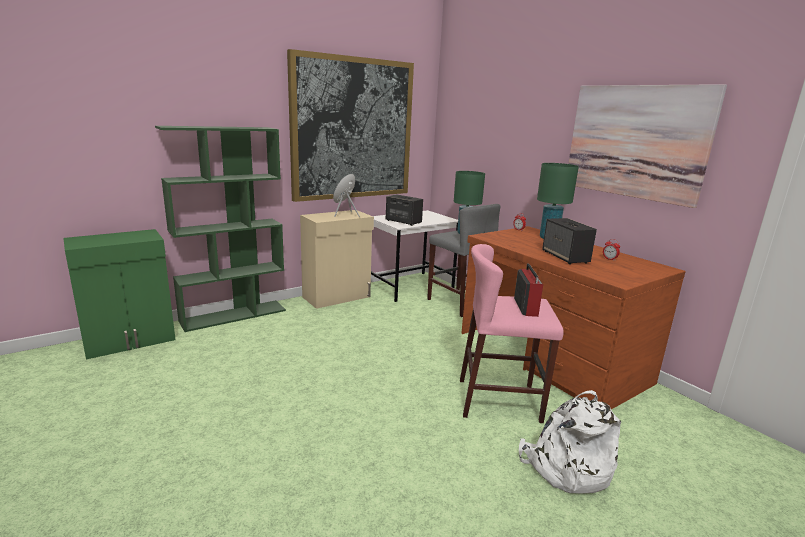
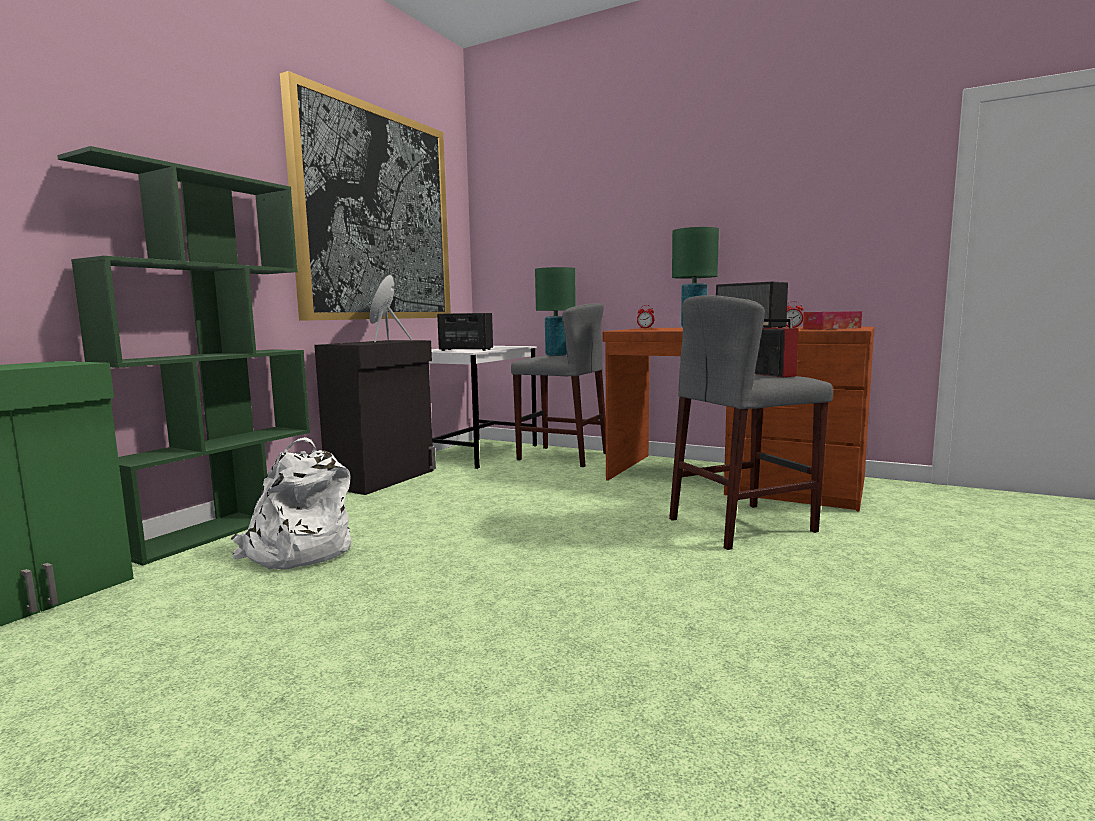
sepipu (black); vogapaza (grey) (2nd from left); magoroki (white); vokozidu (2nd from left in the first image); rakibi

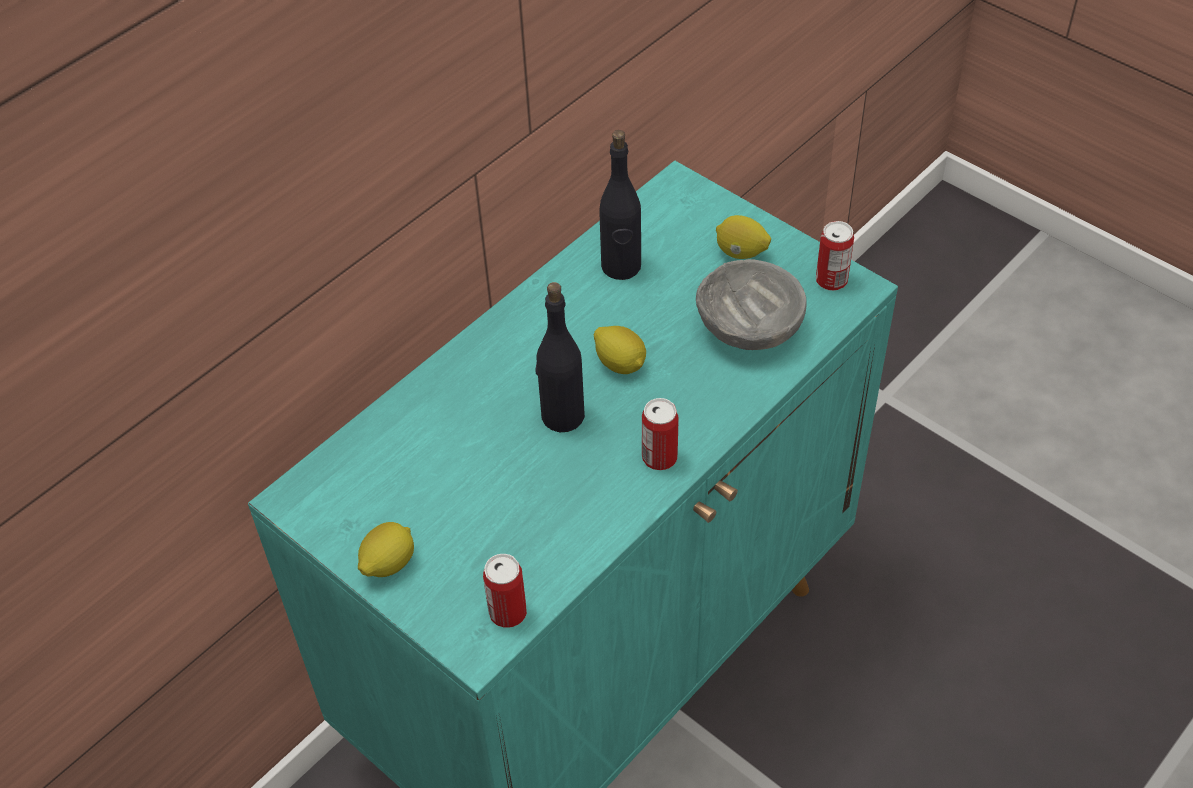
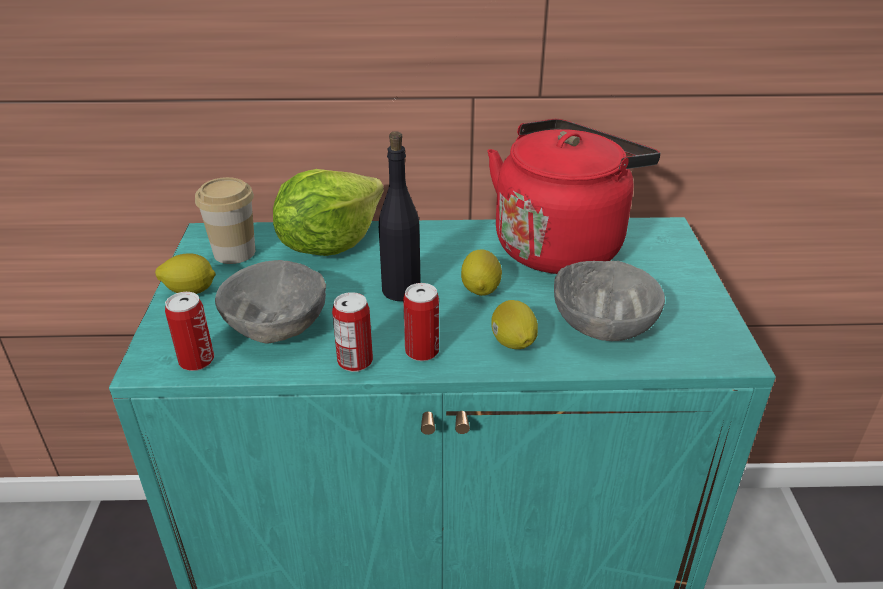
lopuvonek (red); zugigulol (3rd from left); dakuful (2nd from left); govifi; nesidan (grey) (1st from left); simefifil

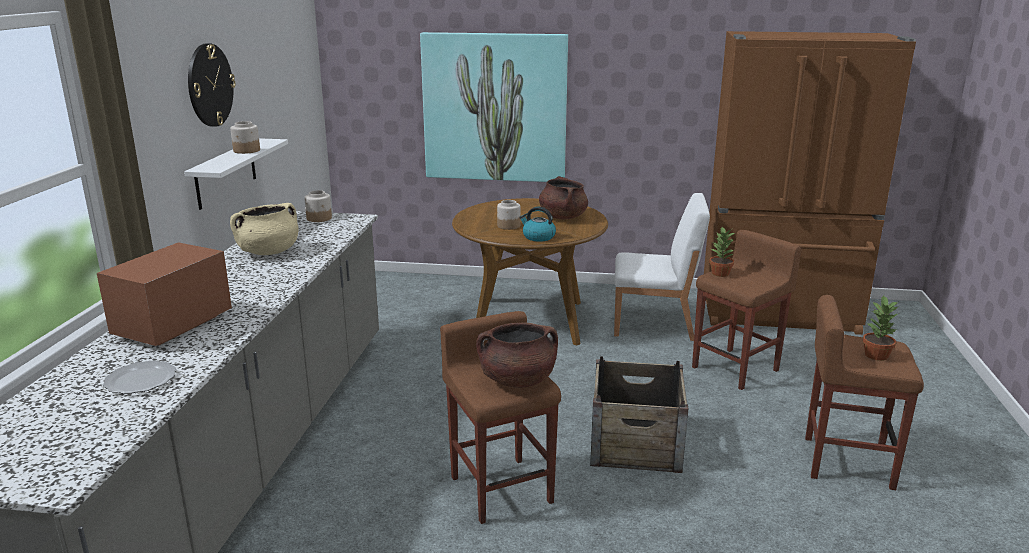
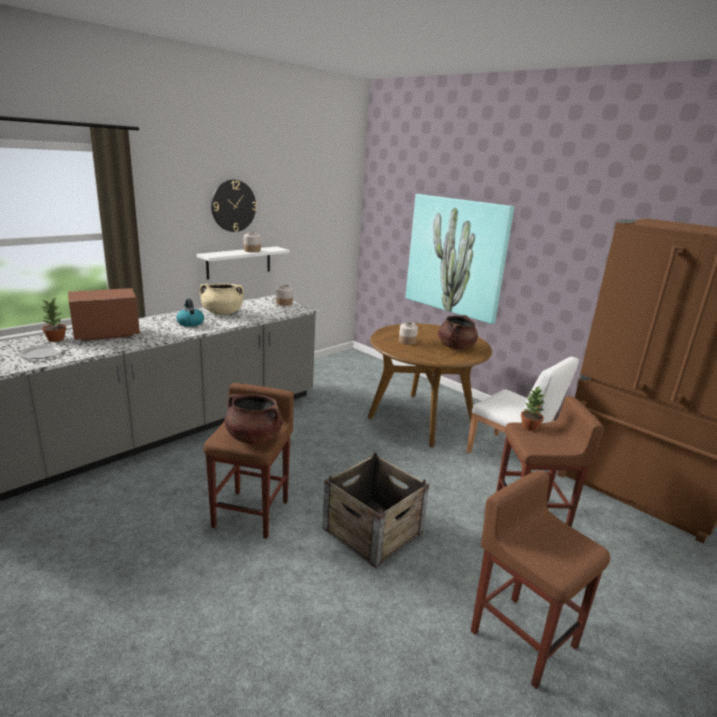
lopuvonek; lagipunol (1st from left)

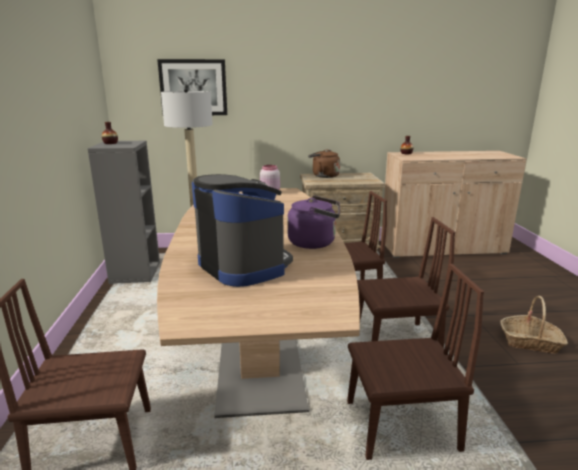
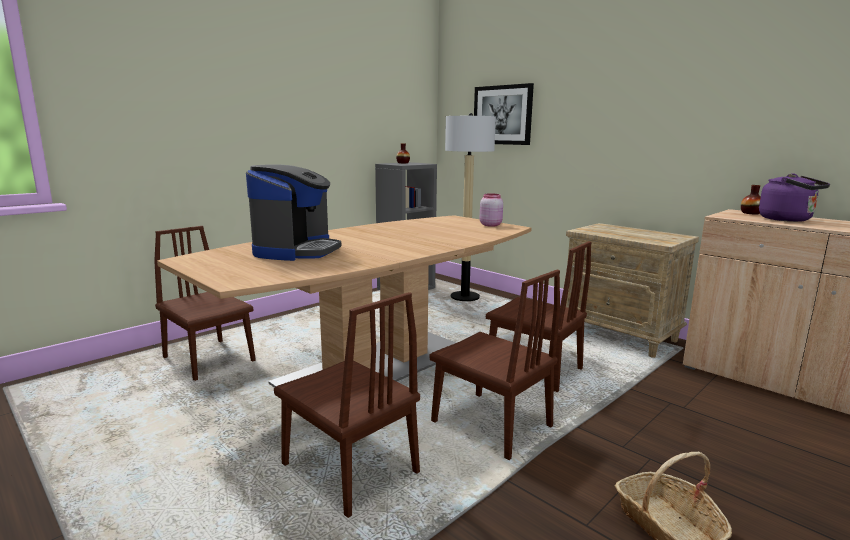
lopuvonek (purple); lopuvonek (brown)

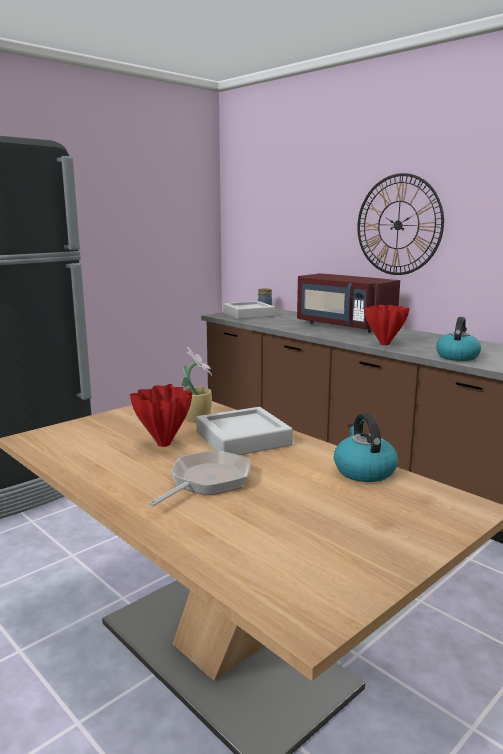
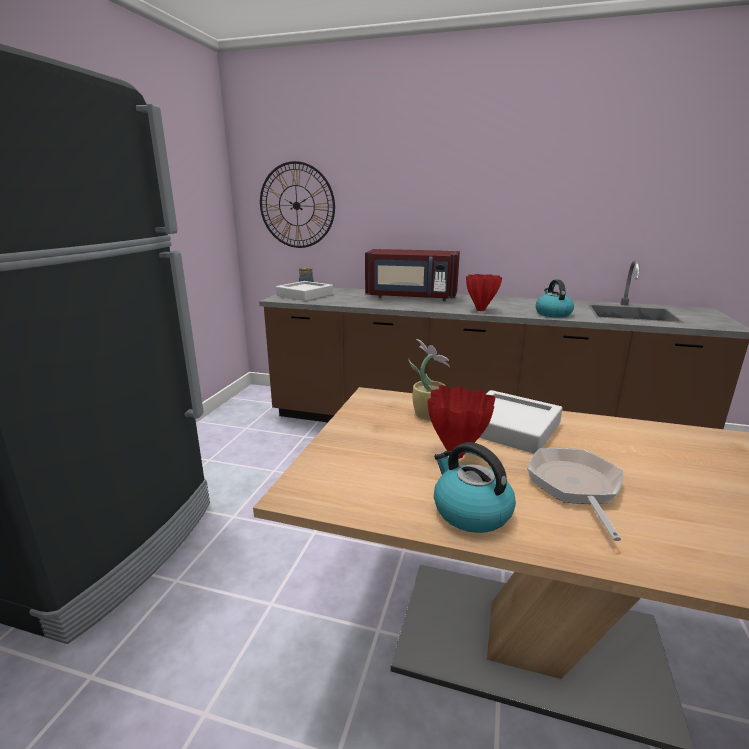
lopuvonek (1st from left); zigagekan

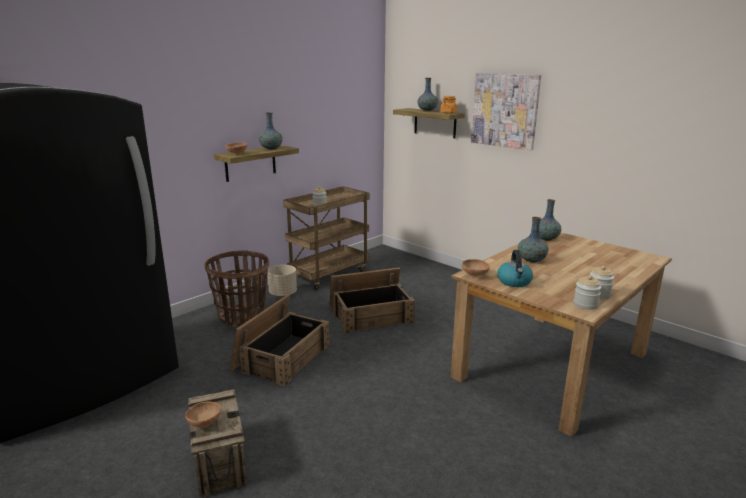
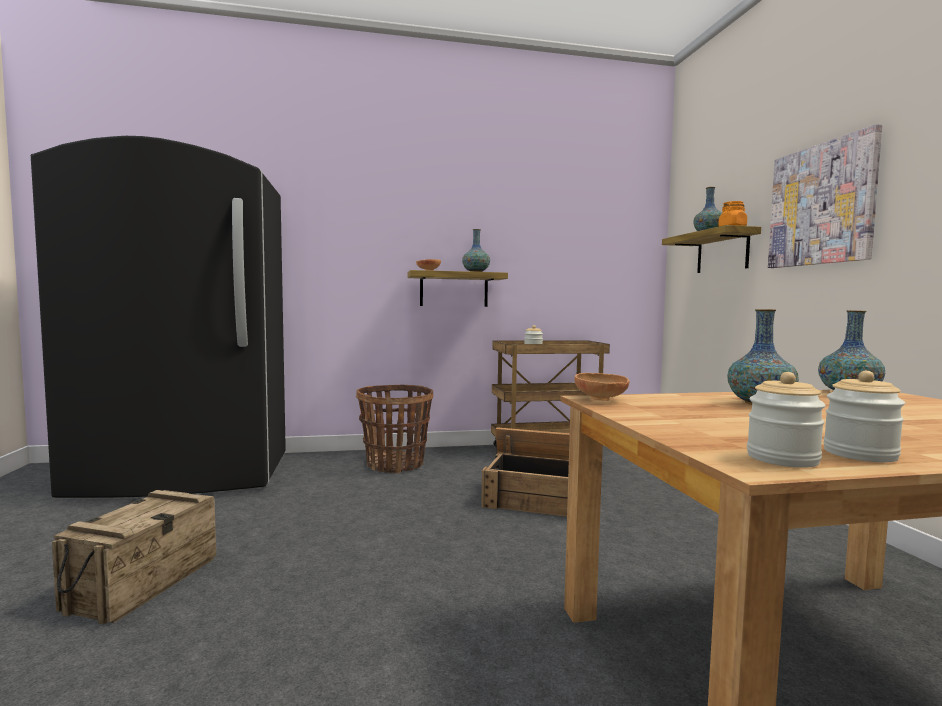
nesidan (brown) (1st from left in the first image); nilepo (2nd from left in the first image); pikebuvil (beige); lopuvonek

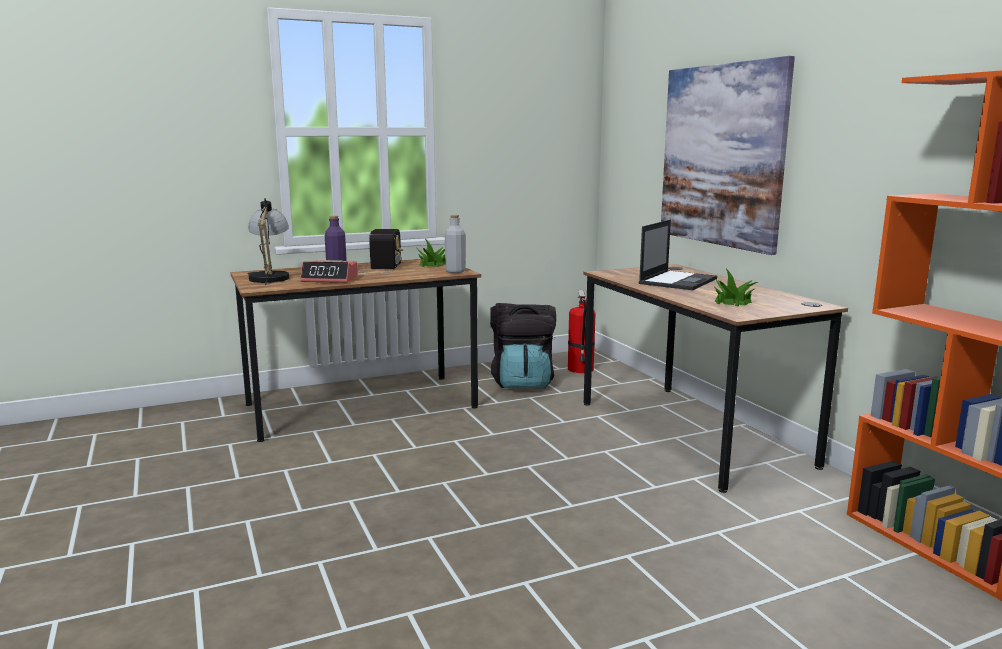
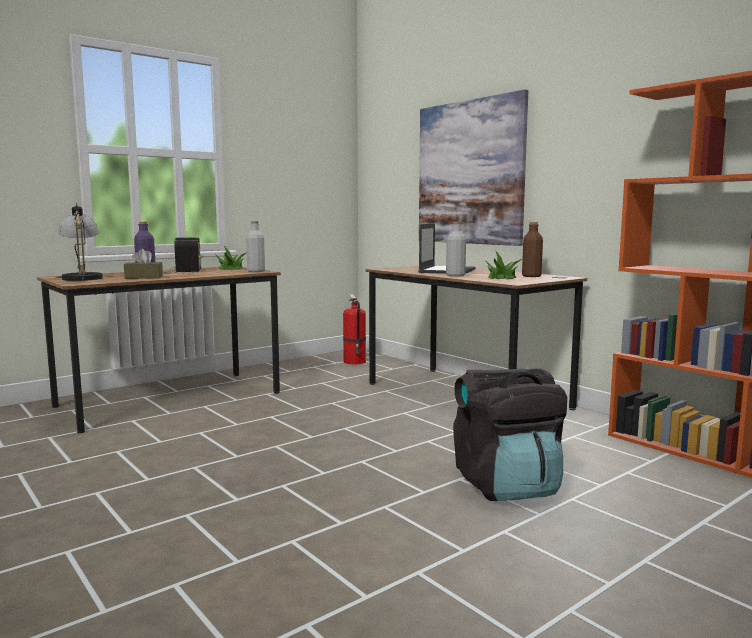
rakibi (brown); magoroki (black); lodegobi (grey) (2nd from left); lodegobi (brown)

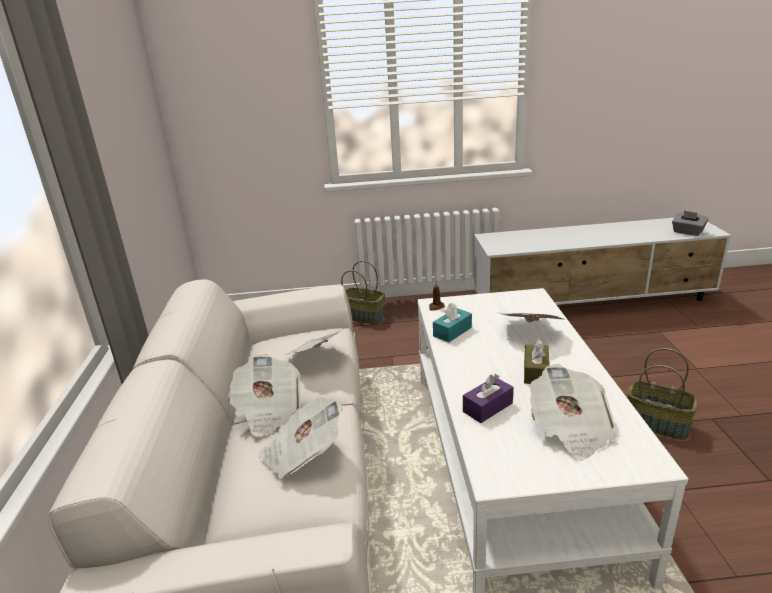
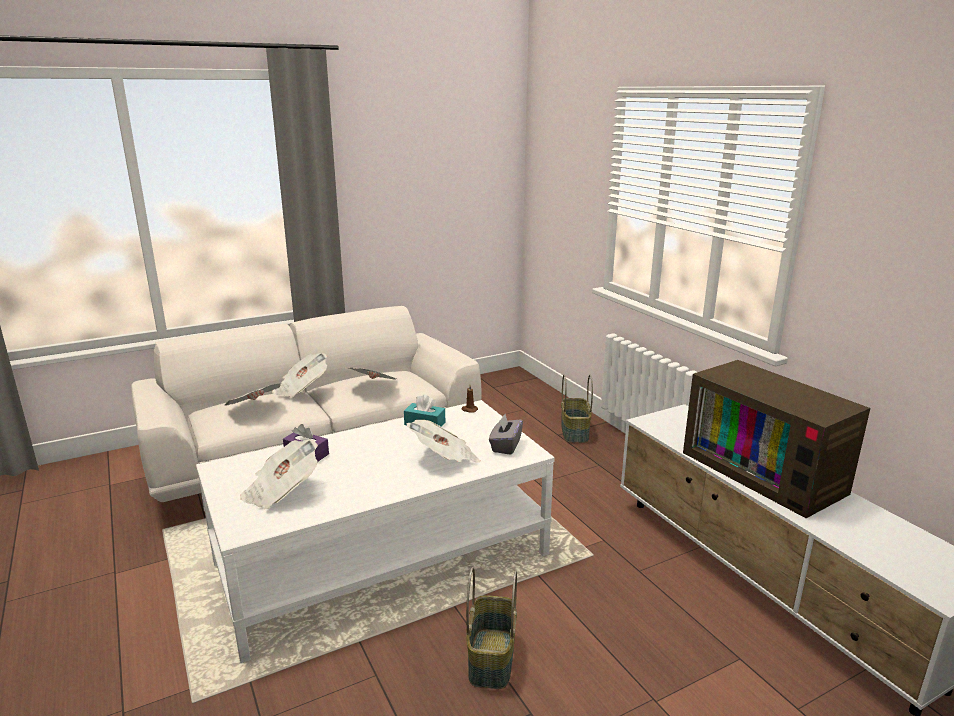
rakibi (brown); rakibi (grey); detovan

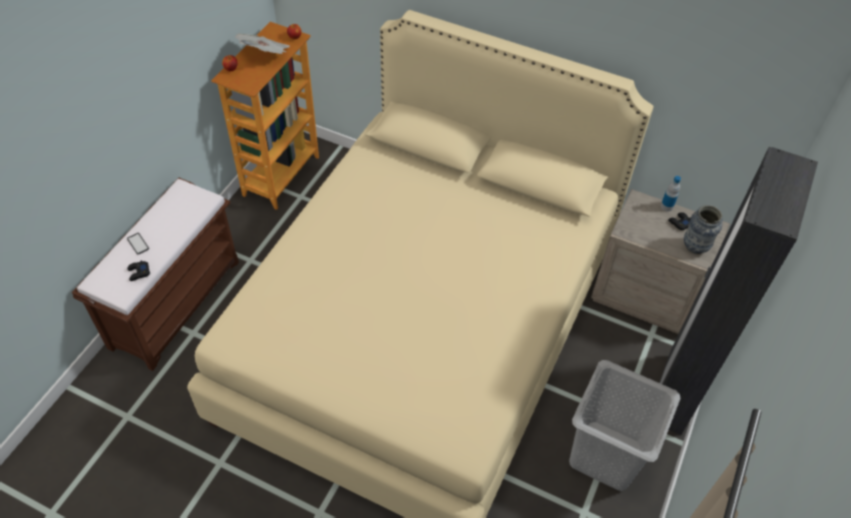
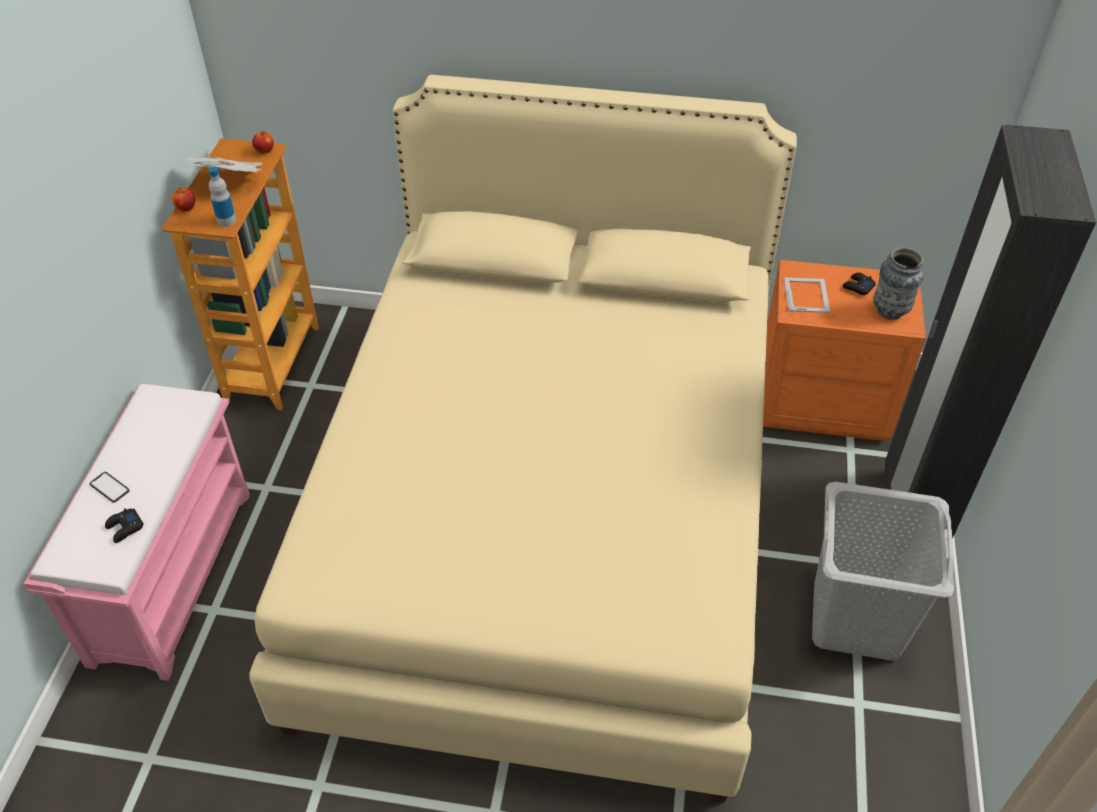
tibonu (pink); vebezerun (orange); lodegobi; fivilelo

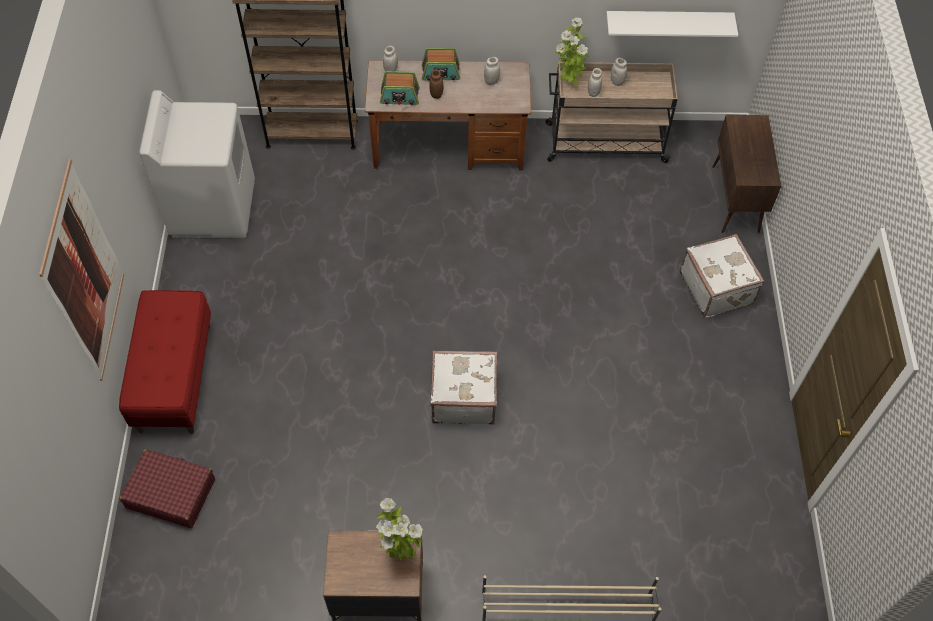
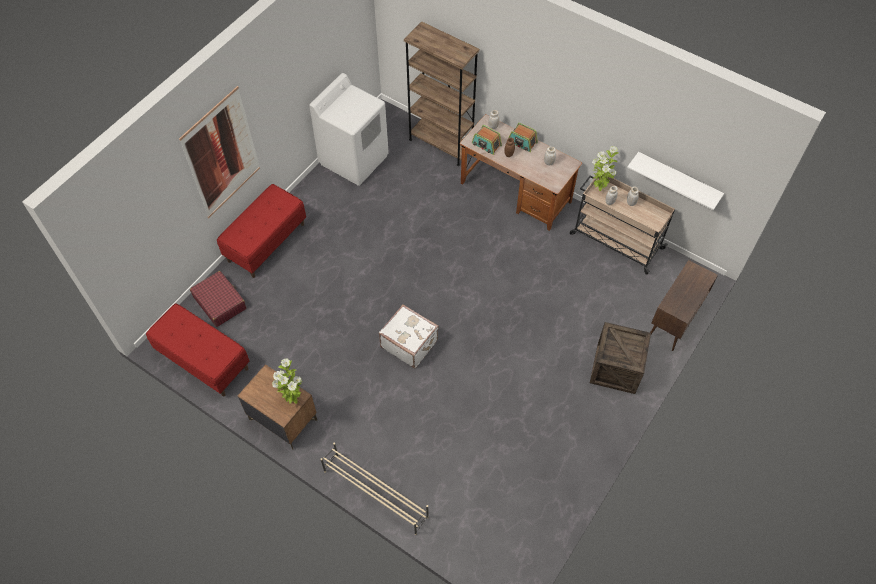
nilepo; tibonu (red) (1st from left)

